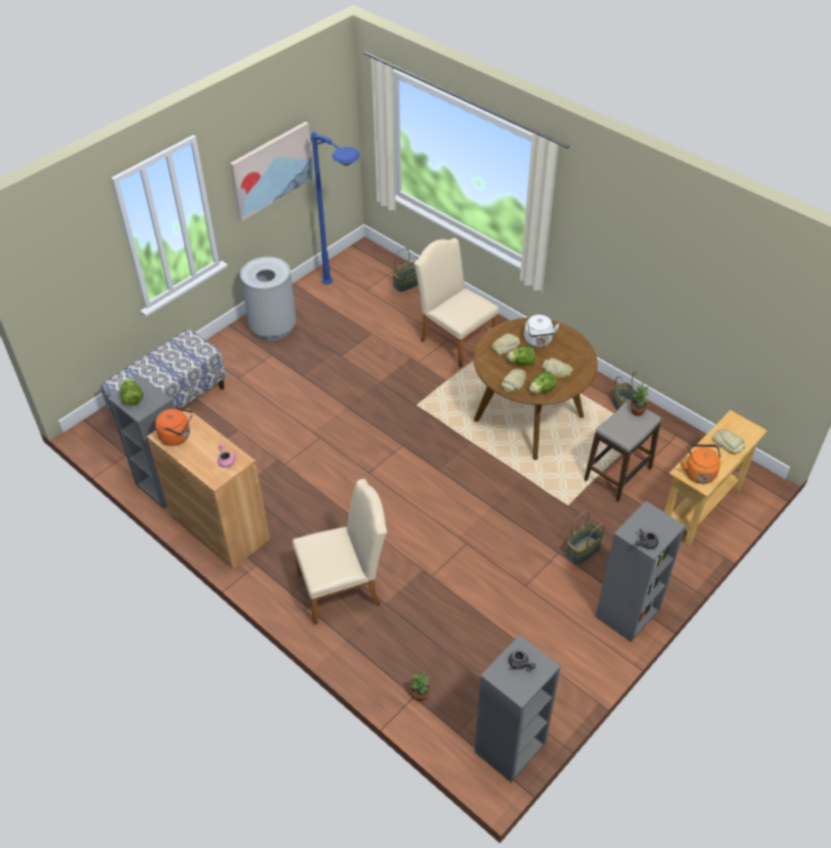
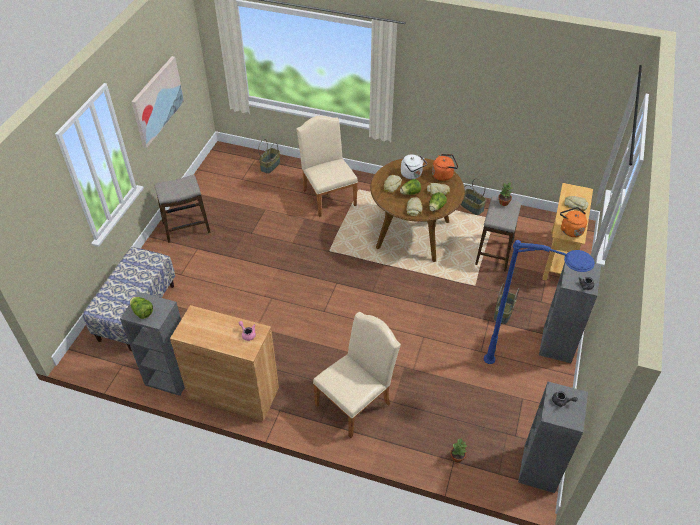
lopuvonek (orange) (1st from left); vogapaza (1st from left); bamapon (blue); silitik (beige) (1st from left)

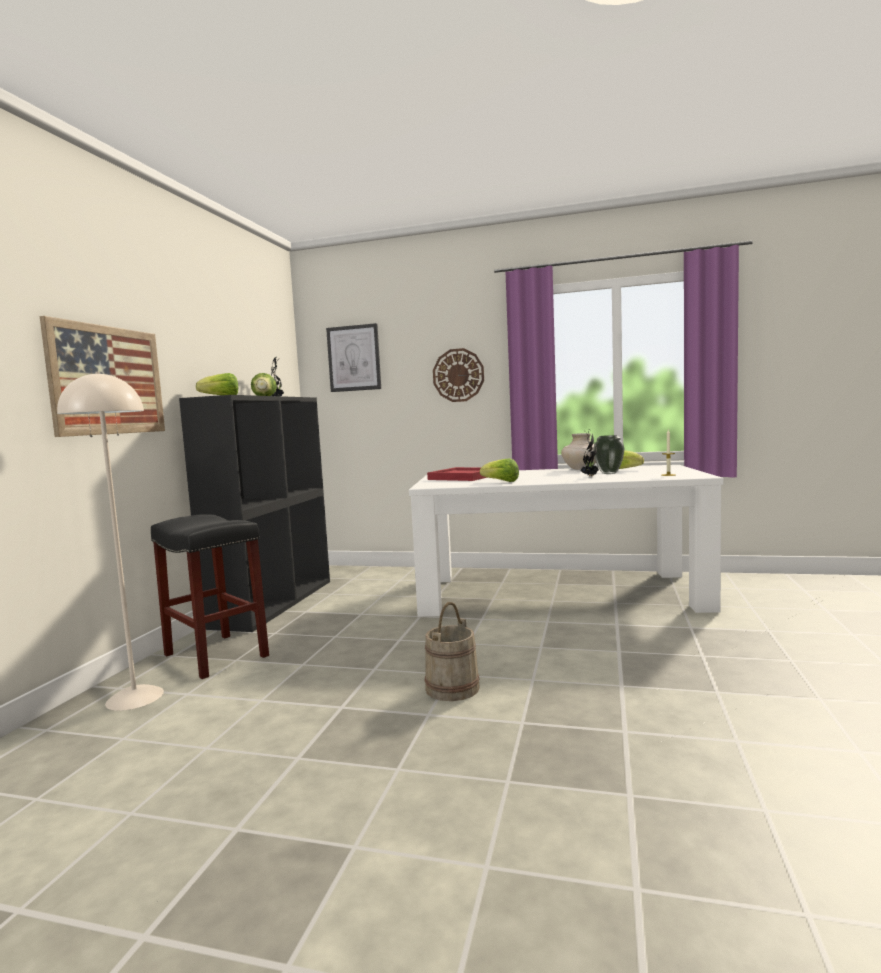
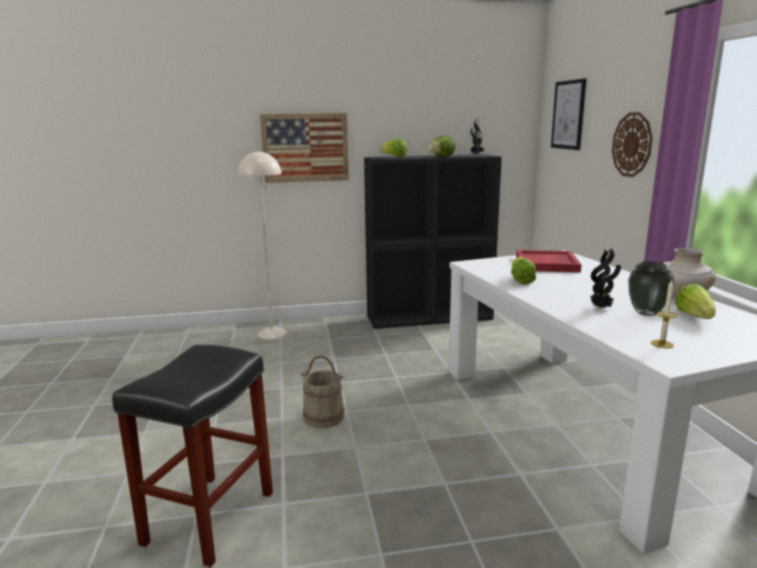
vogapaza (black)

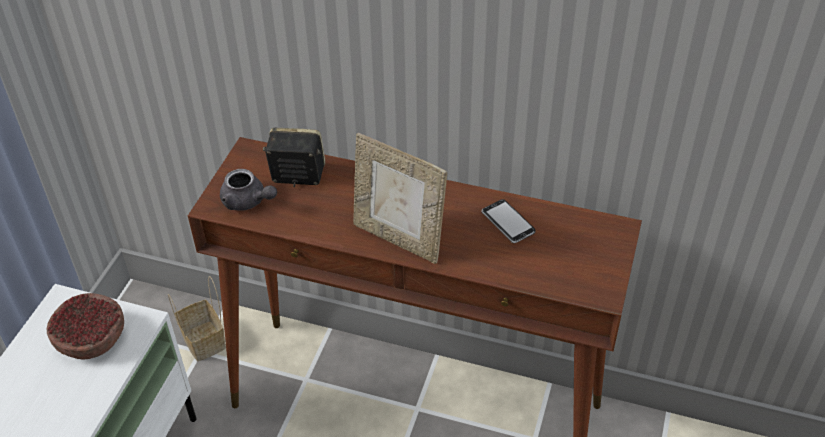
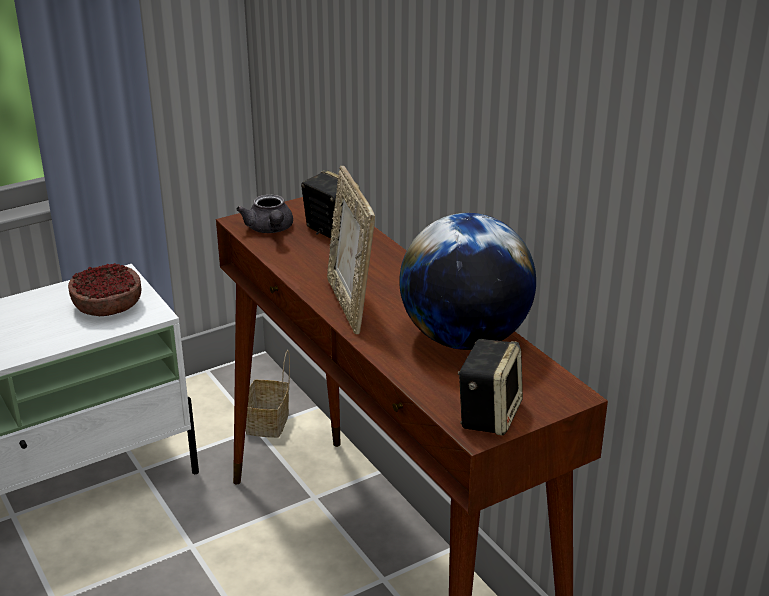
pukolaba; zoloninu (2nd from left)

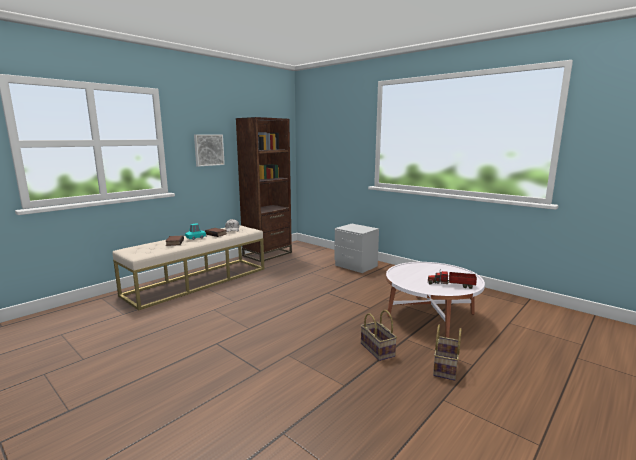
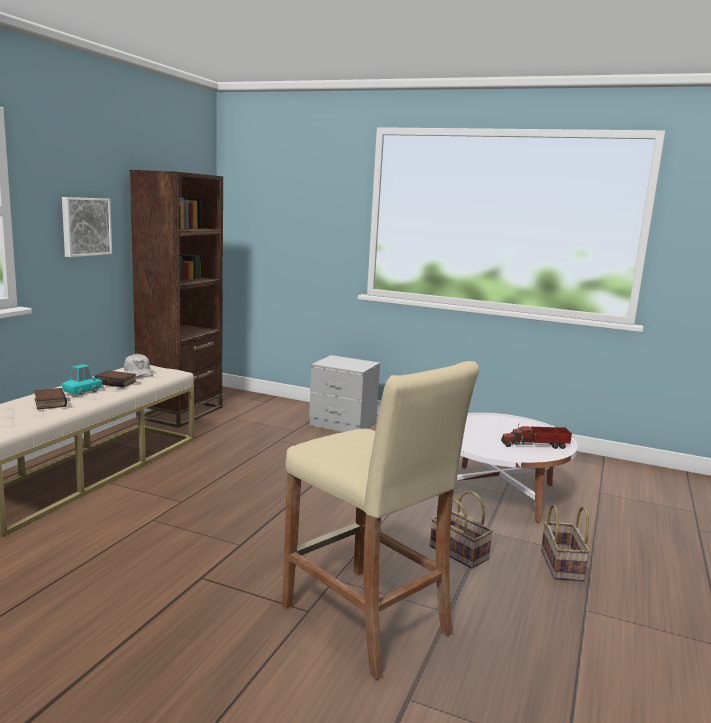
vogapaza (beige)

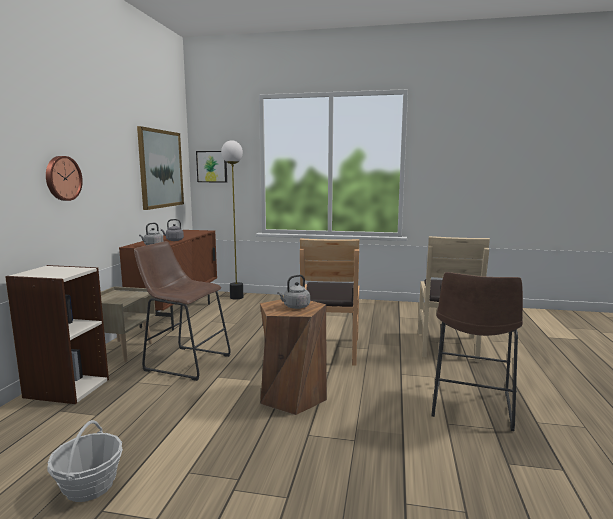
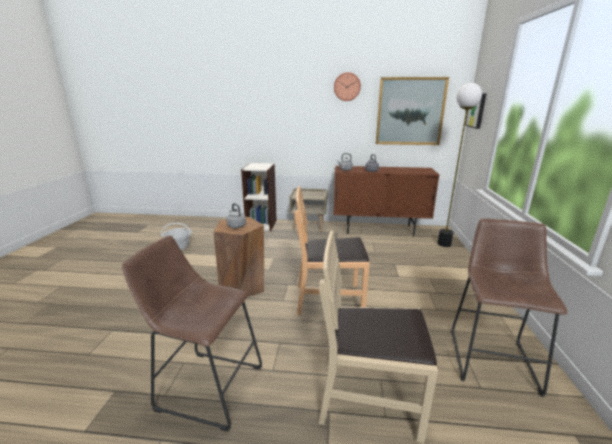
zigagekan; vogapaza (brown) (3rd from left)

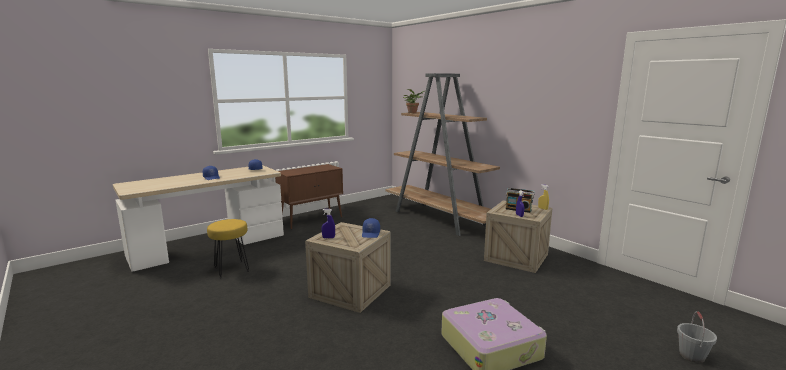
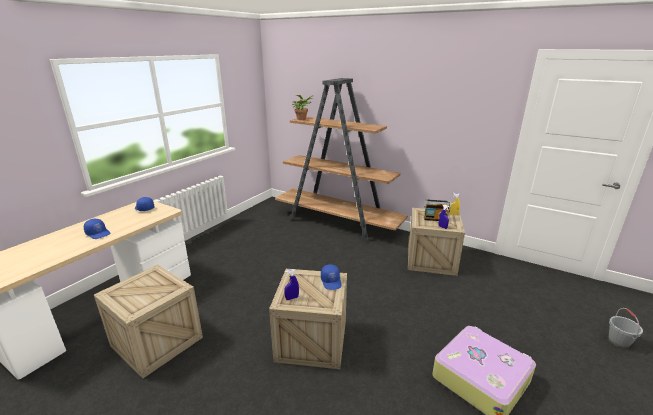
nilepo (1st from left); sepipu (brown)

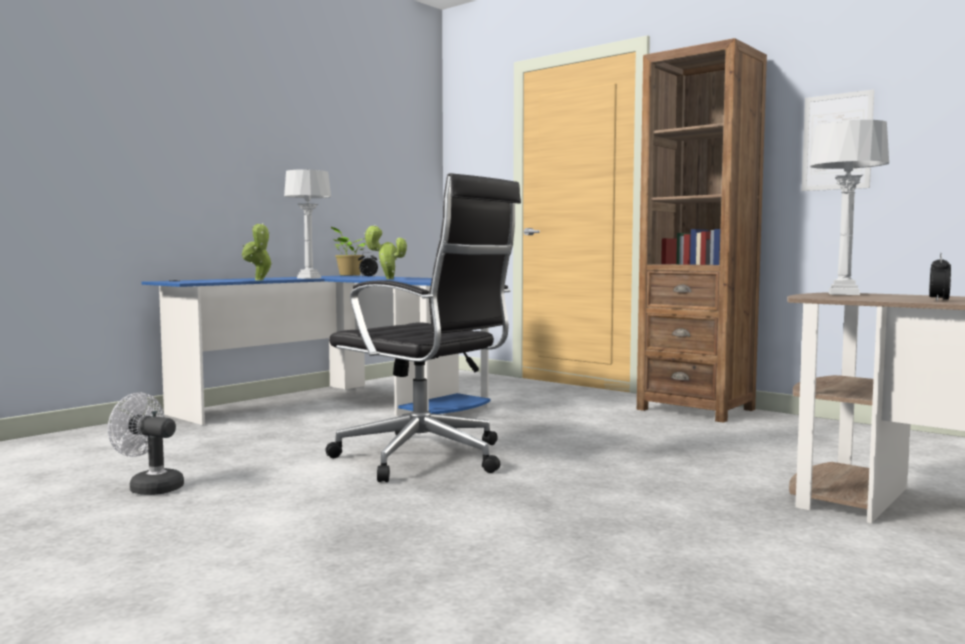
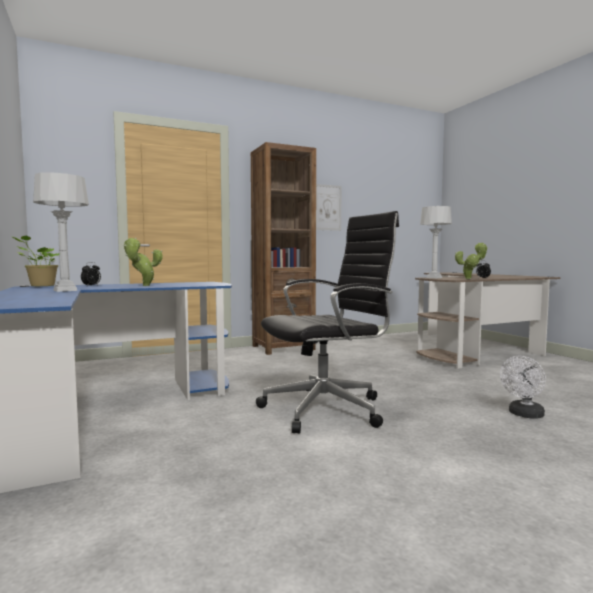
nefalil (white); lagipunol (3rd from left)

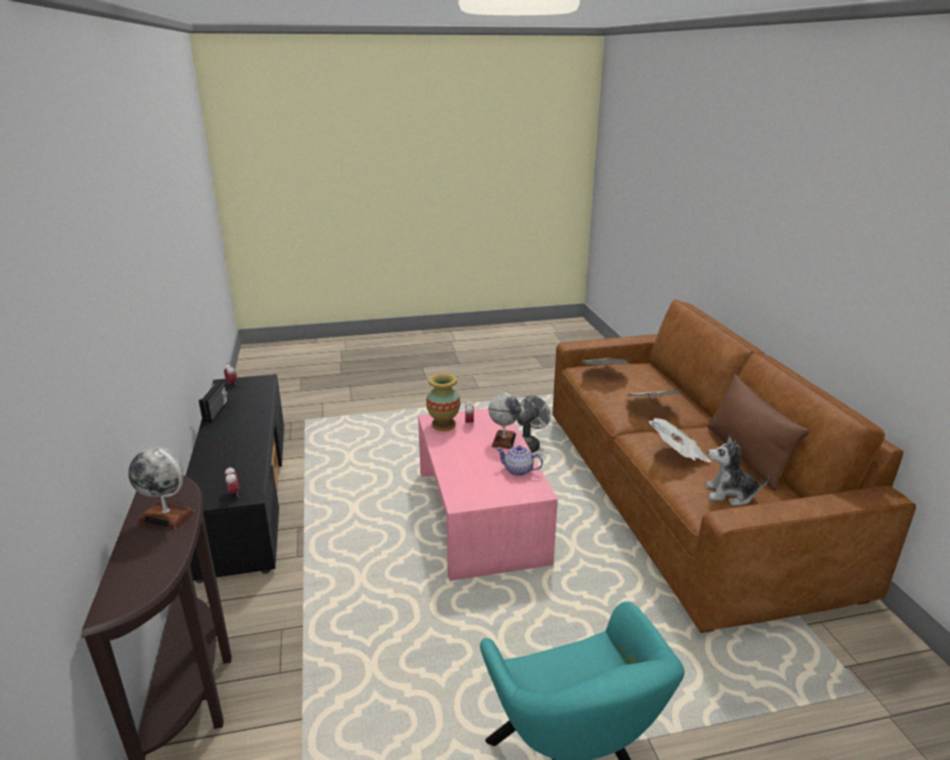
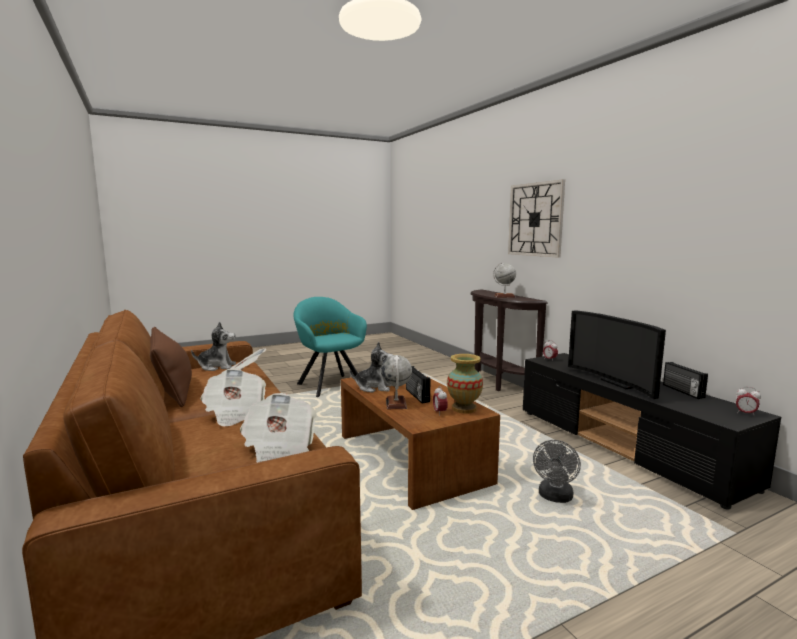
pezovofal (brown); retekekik (2nd from left); nefalil (grey); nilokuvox (1st from left); zigagekan; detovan

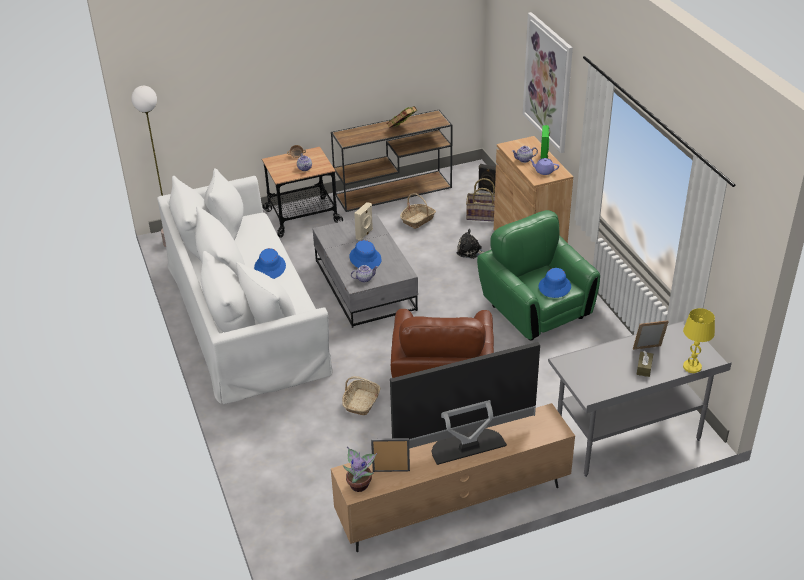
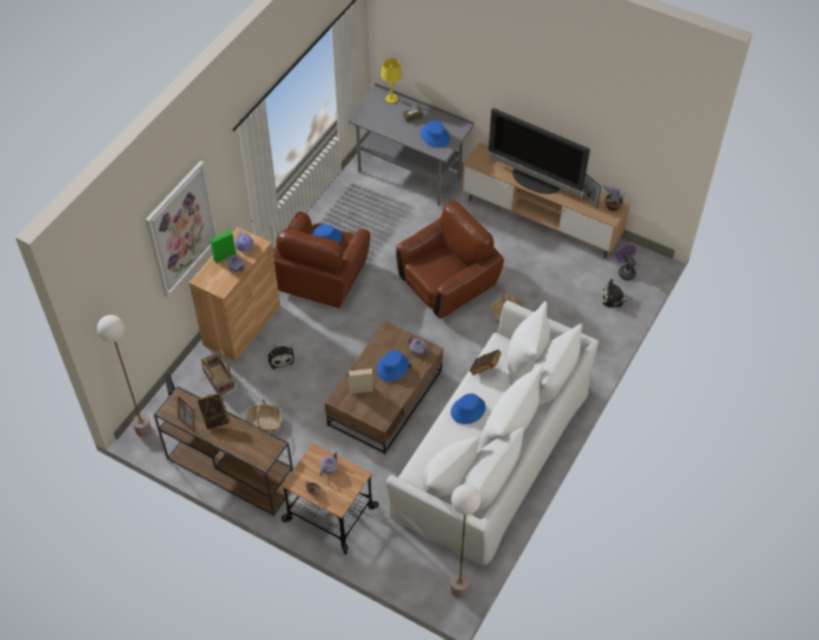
pezovofal (brown); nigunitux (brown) (1st from left); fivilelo (1st from left); bamapon (1st from left); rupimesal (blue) (3rd from left); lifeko (2nd from left); retekekik (2nd from left); nefalil (purple)

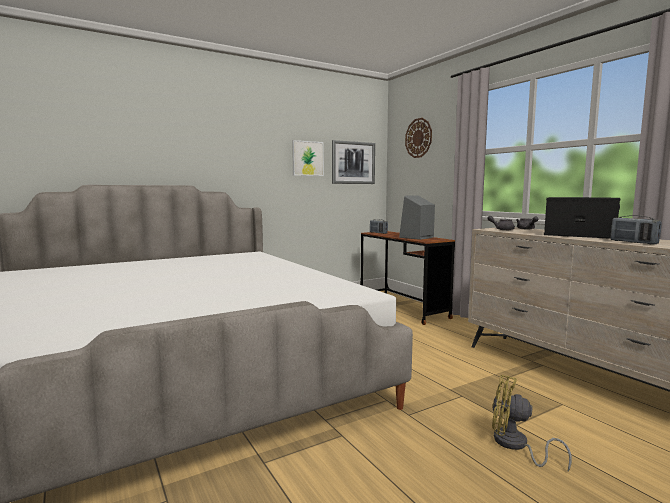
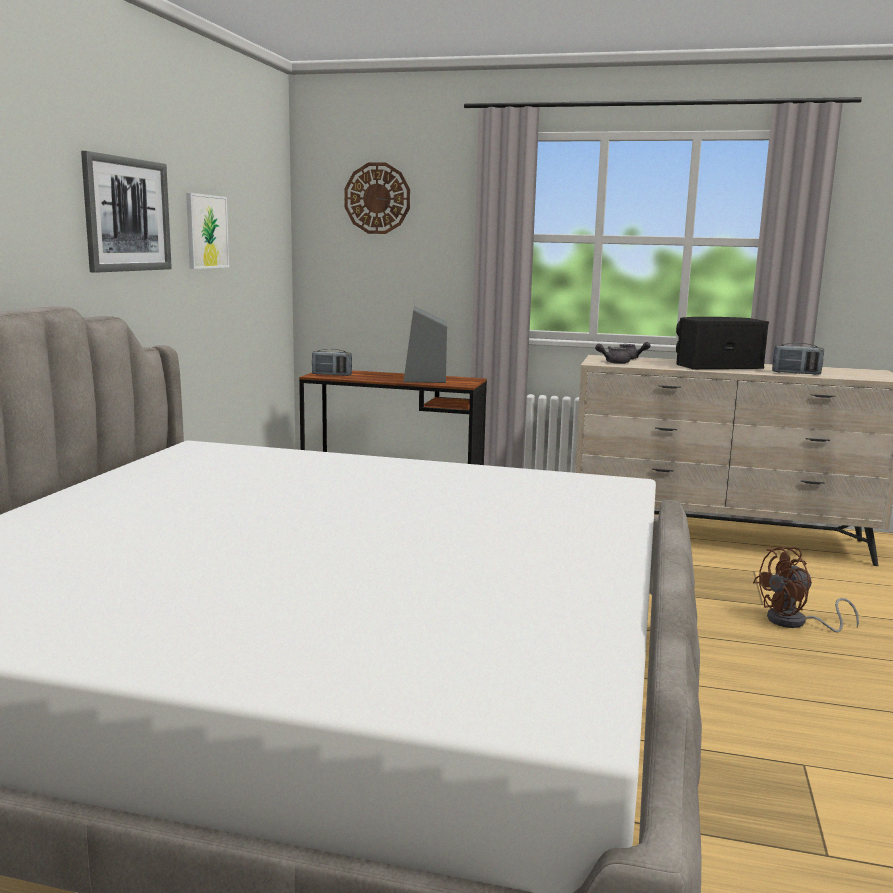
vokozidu (1st from left); nefalil (brown)

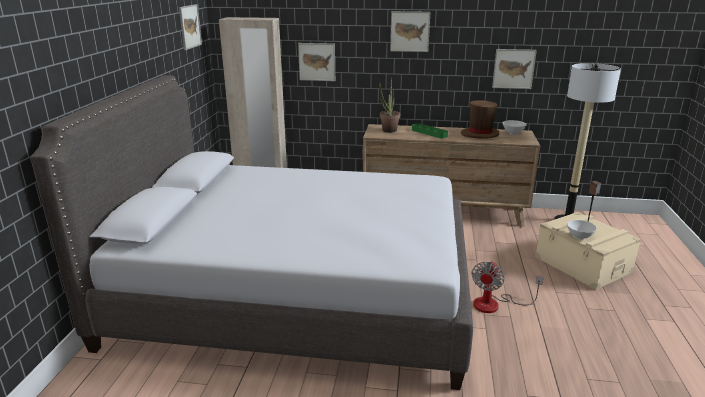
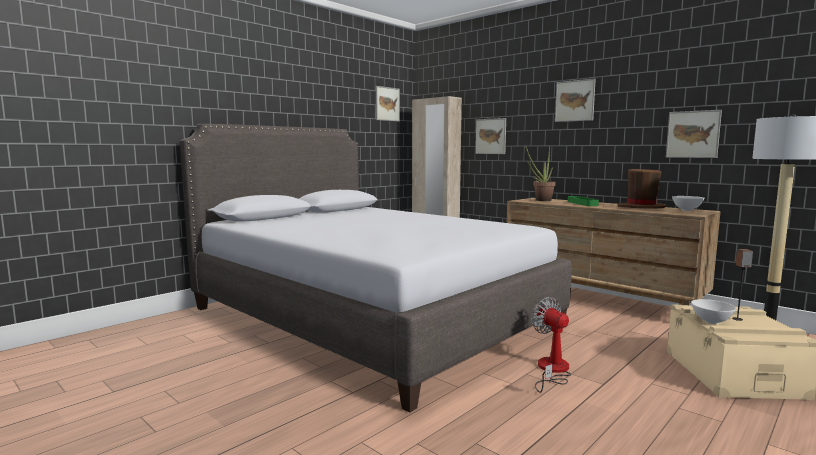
nefalil

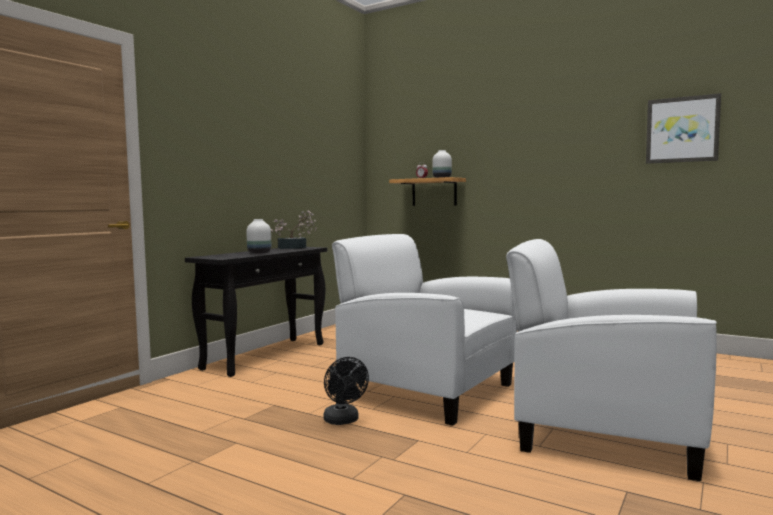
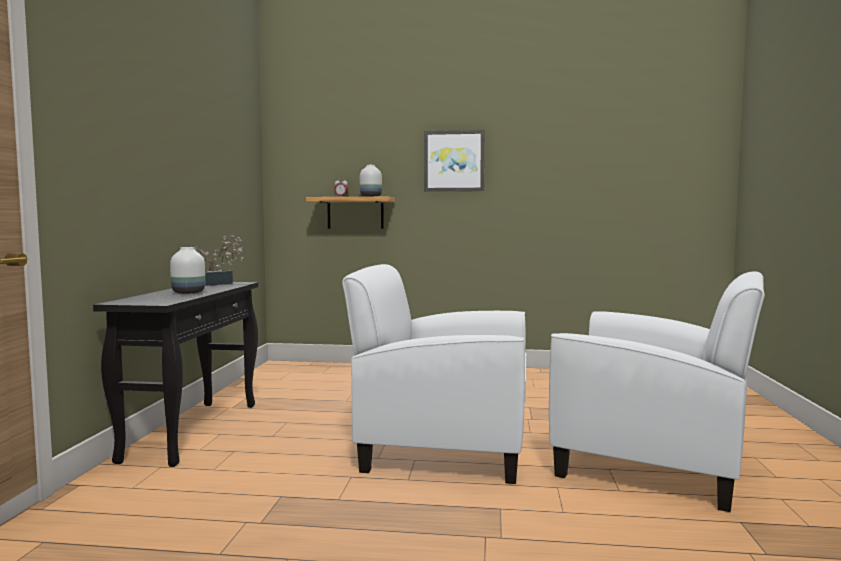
nefalil (black); nigunitux (white) (2nd from left); vokozidu

